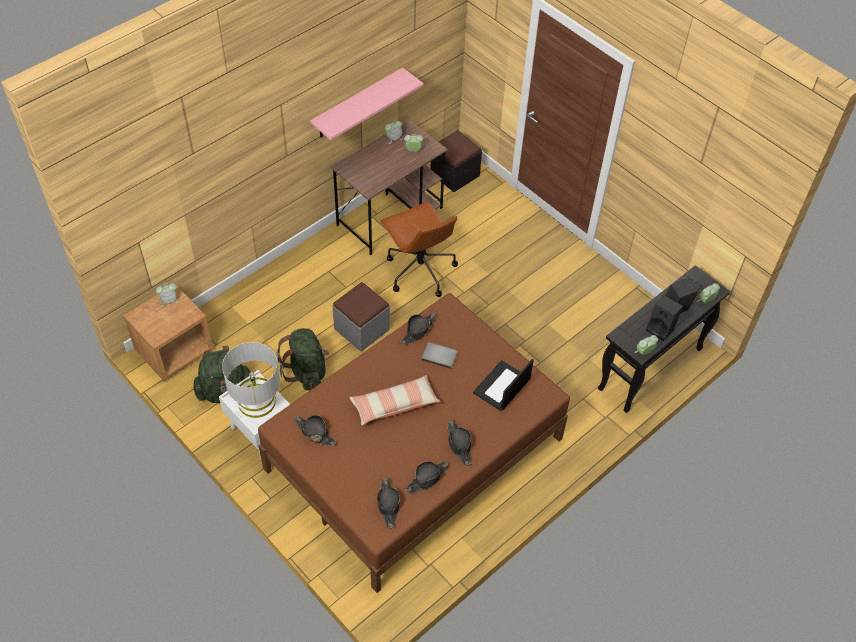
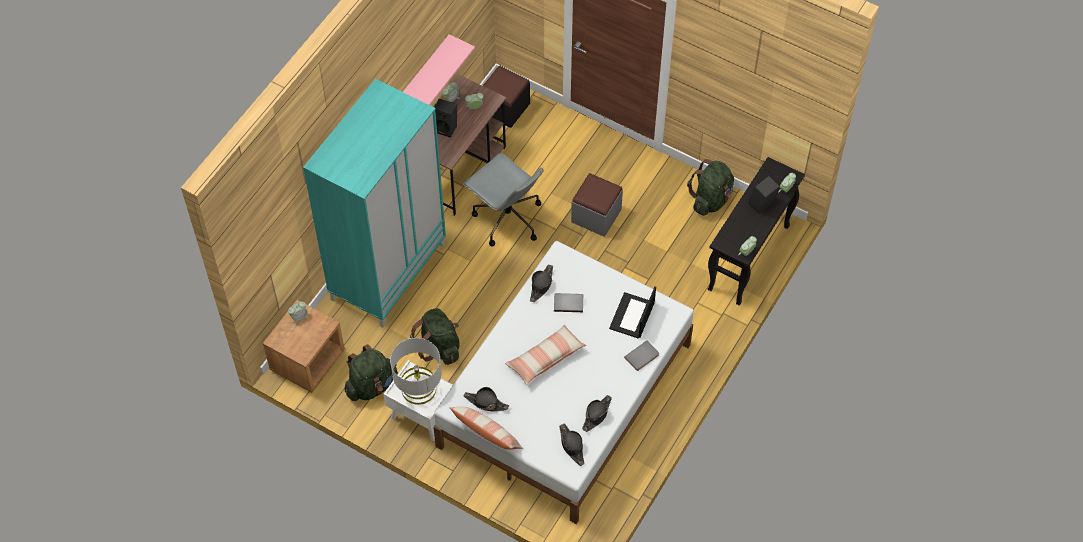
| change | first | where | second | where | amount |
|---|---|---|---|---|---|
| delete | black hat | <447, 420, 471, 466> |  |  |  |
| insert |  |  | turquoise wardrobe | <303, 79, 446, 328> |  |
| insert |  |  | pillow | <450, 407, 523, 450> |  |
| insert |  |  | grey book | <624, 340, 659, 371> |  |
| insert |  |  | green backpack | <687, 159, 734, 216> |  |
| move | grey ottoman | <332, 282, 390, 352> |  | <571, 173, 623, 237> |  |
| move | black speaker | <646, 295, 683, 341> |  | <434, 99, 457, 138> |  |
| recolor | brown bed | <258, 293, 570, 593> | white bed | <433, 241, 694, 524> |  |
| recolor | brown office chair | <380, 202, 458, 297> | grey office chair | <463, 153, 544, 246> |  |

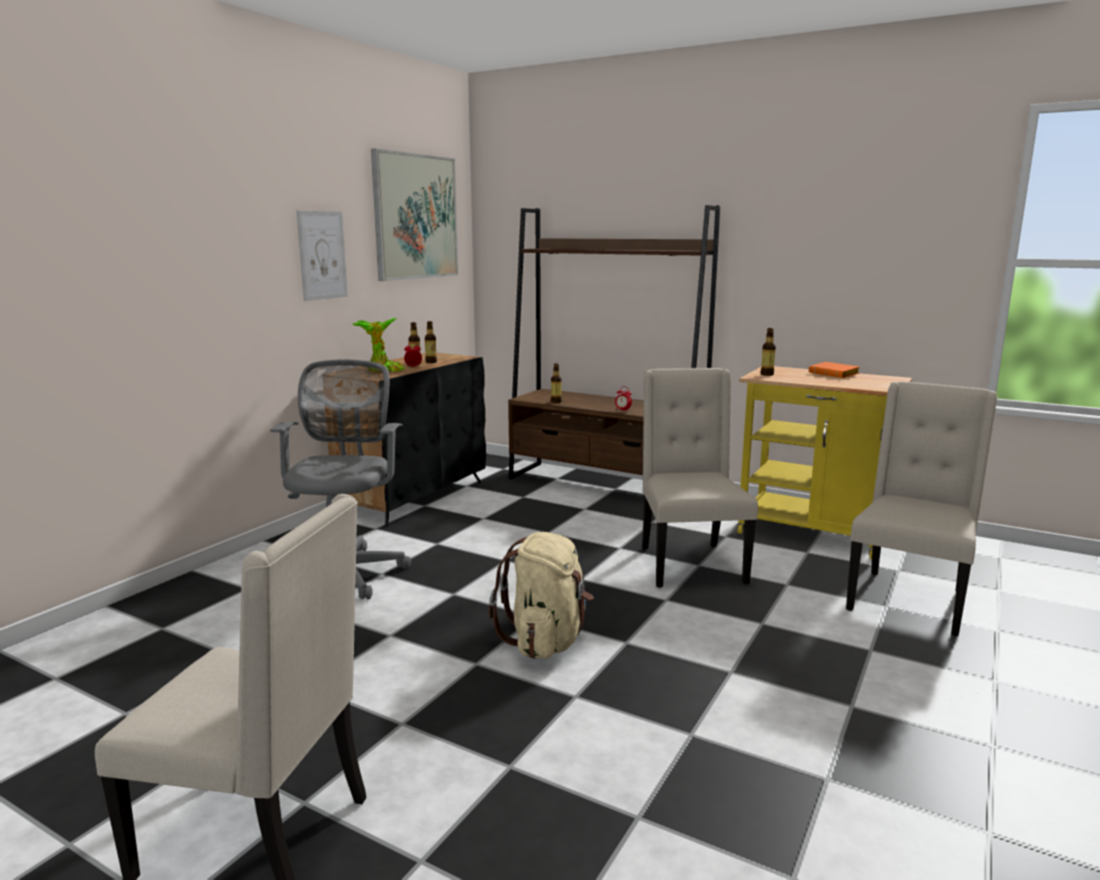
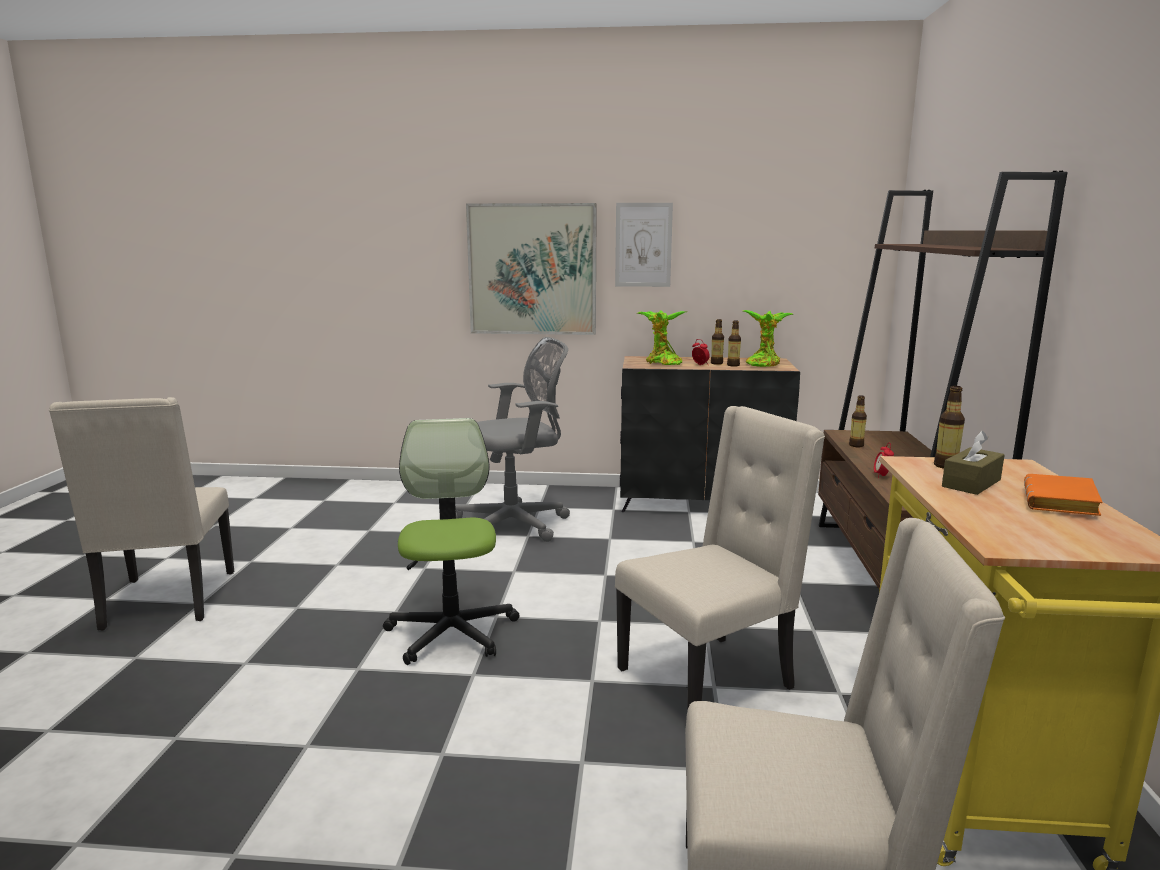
| change | first | where | second | where | amount |
|---|---|---|---|---|---|
| insert |  |  | potted plant | <743, 310, 794, 367> |  |
| insert |  |  | brown tissue box | <942, 431, 1005, 495> |  |
| move | picture | <371, 149, 458, 281> |  | <466, 203, 597, 335> |  |
| replace | beige backpack | <488, 532, 594, 659> | office chair | <383, 418, 519, 665> |  |

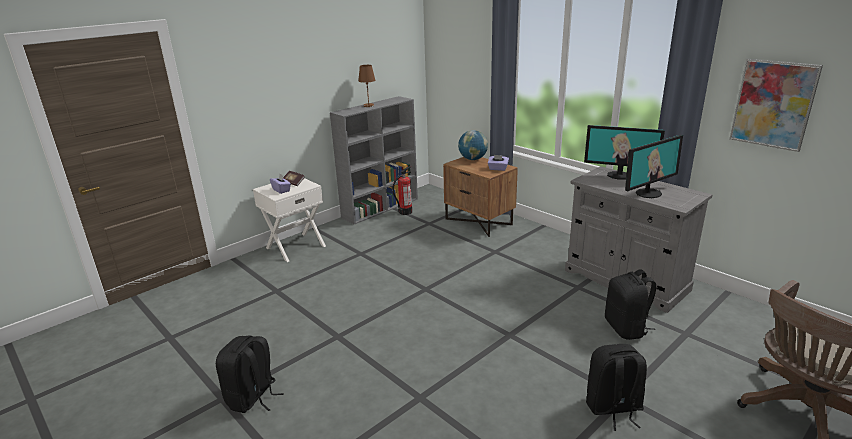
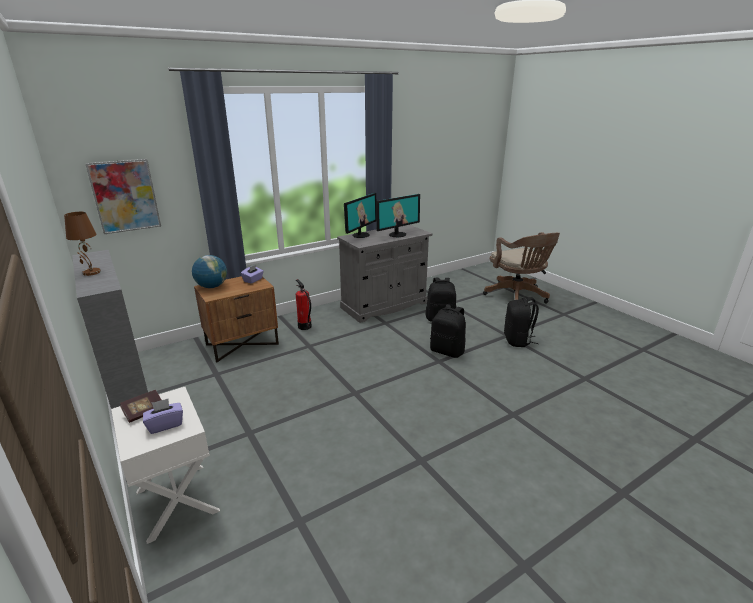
| change | first | where | second | where | amount |
|---|---|---|---|---|---|
| move | black backpack | <216, 335, 284, 413> |  | <430, 304, 466, 358> |  |
| move | fire extinguisher | <392, 166, 412, 215> |  | <296, 279, 312, 330> |  |
| move | picture | <730, 58, 823, 152> |  | <85, 159, 161, 234> |  |
| rotate | monitor | <625, 135, 683, 198> |  | <376, 194, 420, 237> | 75 degrees clockwise |

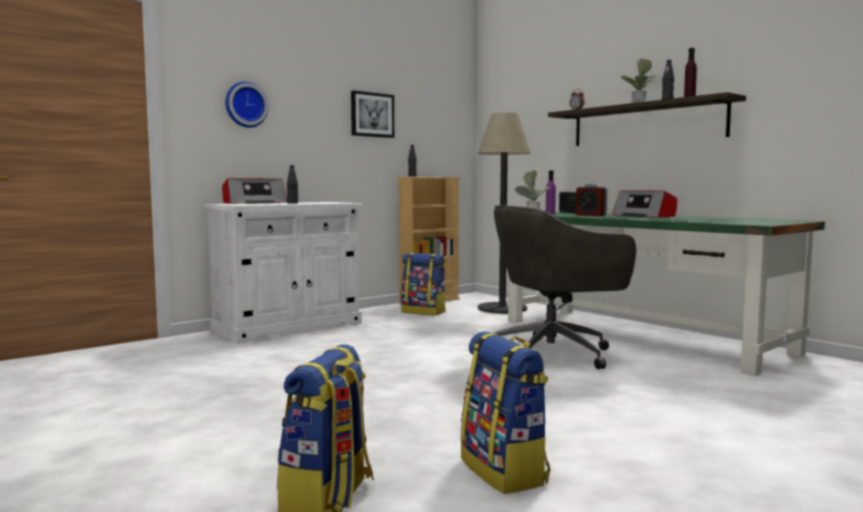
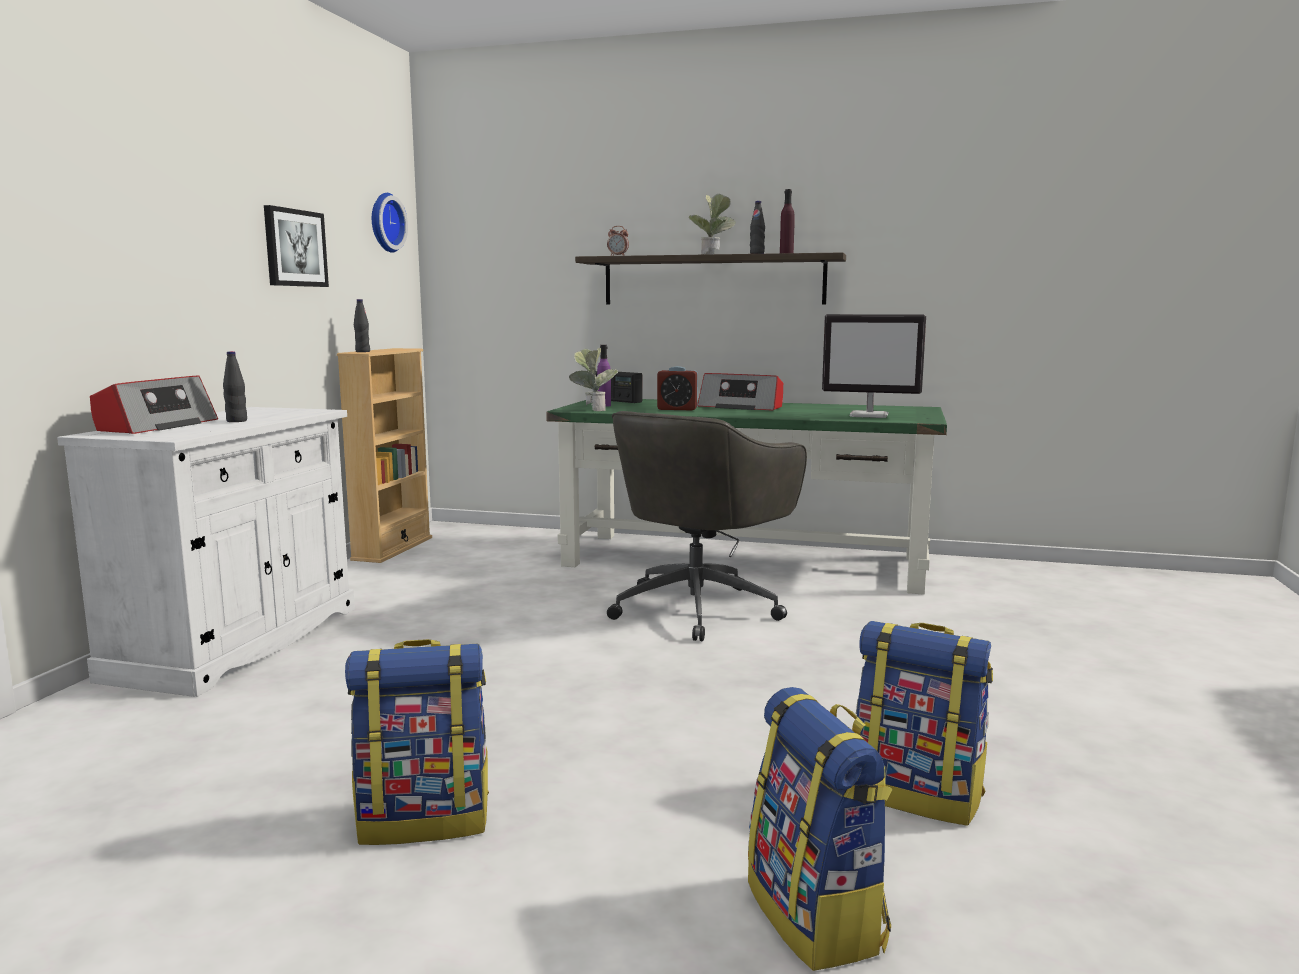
| change | first | where | second | where | amount |
|---|---|---|---|---|---|
| delete | floor lamp | <478, 112, 531, 314> |  |  |  |
| insert |  |  | monitor | <822, 314, 926, 418> |  |
| move | wall clock | <225, 82, 268, 128> |  | <372, 193, 408, 253> |  |
| move | backpack | <401, 253, 446, 316> |  | <345, 639, 489, 845> |  |

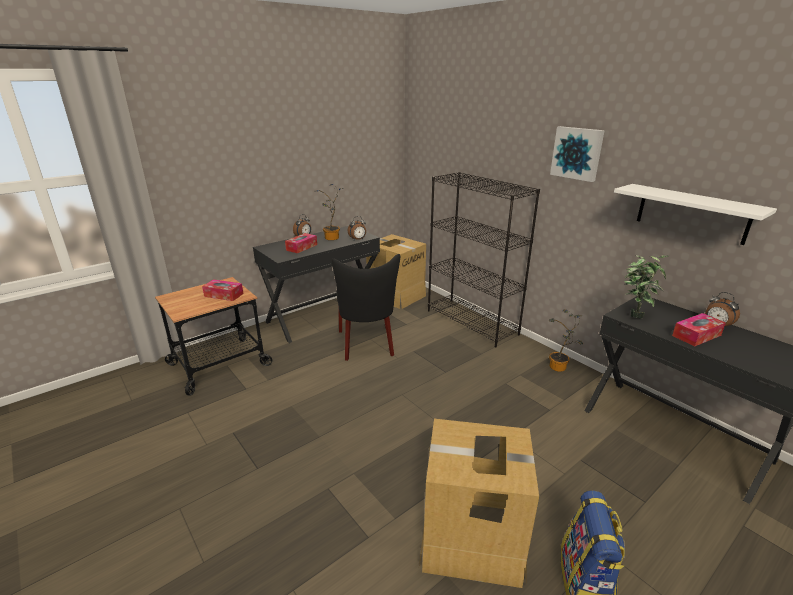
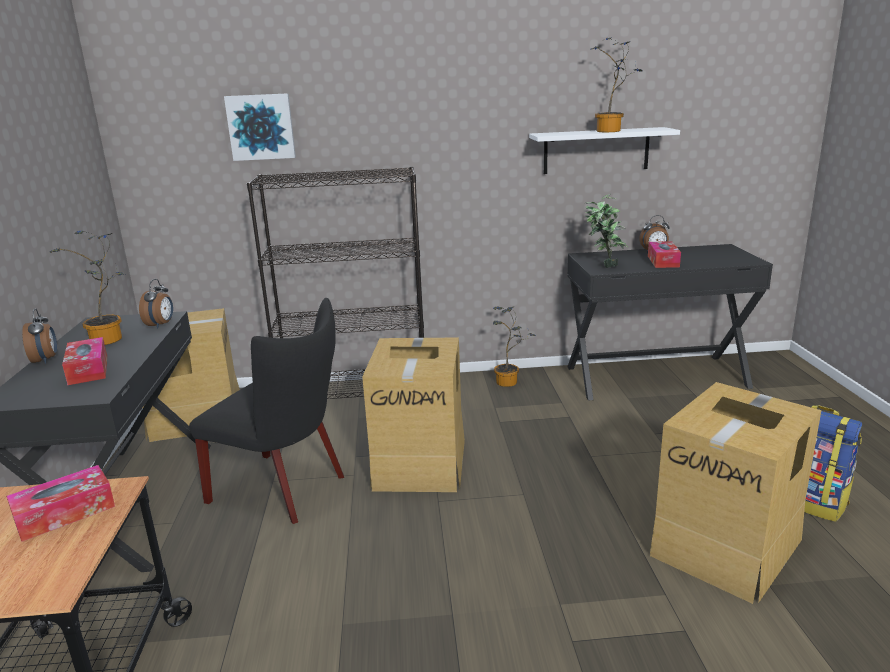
| change | first | where | second | where | amount |
|---|---|---|---|---|---|
| insert |  |  | cardboard box | <362, 338, 465, 492> |  |
| insert |  |  | potted plant | <591, 37, 643, 132> |  |
| move | picture | <550, 126, 605, 182> |  | <224, 93, 296, 161> |  |

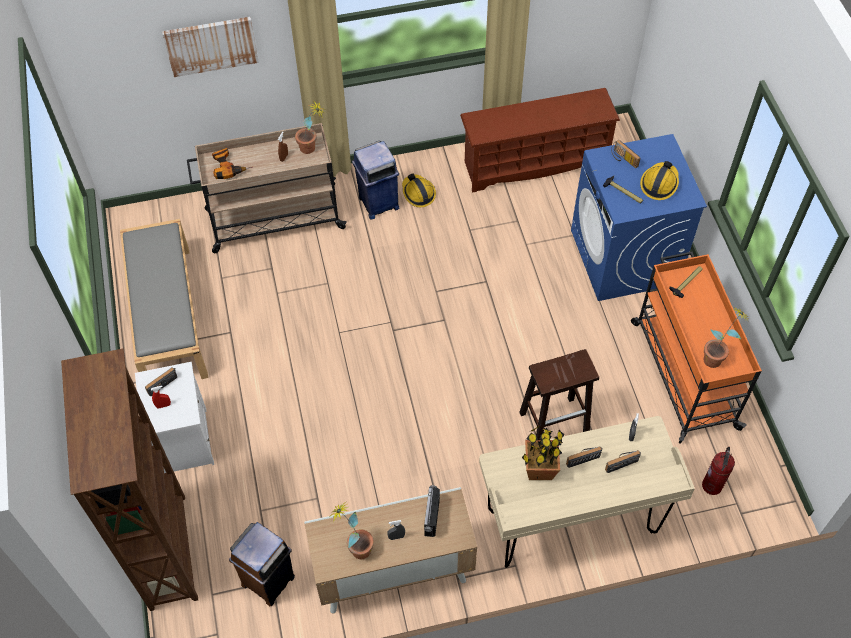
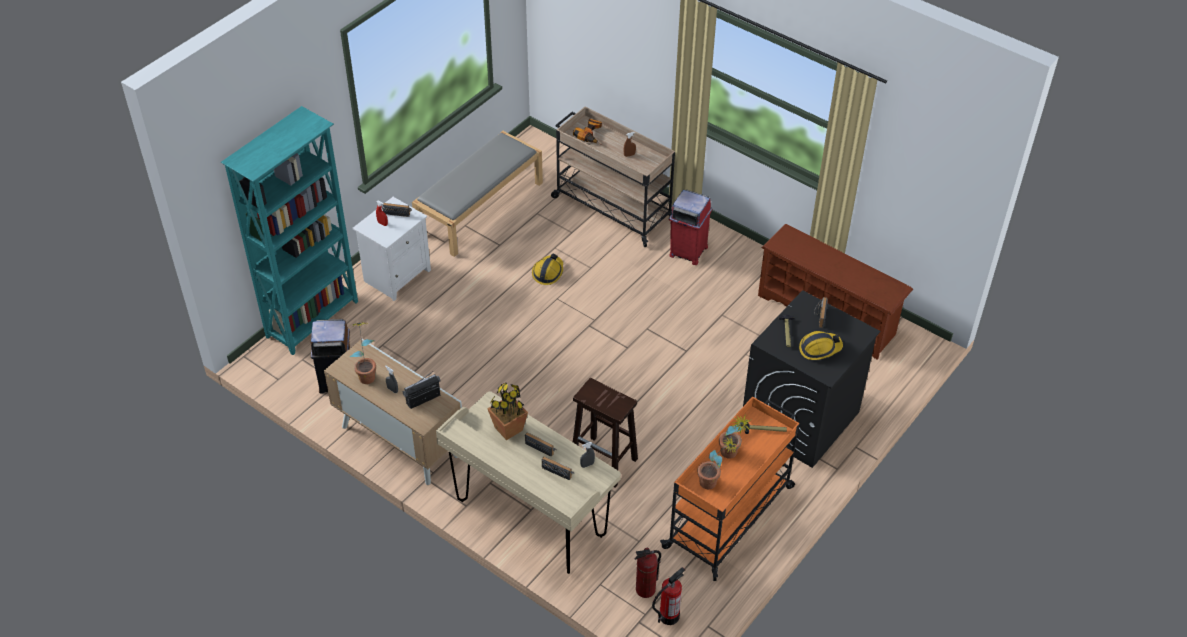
| change | first | where | second | where | amount |
|---|---|---|---|---|---|
| delete | picture | <162, 17, 259, 77> |  |  |  |
| insert |  |  | fire extinguisher | <652, 567, 685, 625> |  |
| move | potted plant | <295, 100, 325, 154> |  | <719, 414, 752, 459> |  |
| move | hard hat | <402, 174, 436, 207> |  | <532, 254, 563, 285> |  |
| recolor | brown bookcase | <61, 348, 198, 611> | turquoise bookcase | <221, 106, 358, 355> |  |
| recolor | blue trash can | <352, 141, 400, 219> | red trash can | <669, 190, 712, 265> |  |
| recolor | blue washing machine | <571, 134, 707, 301> | black washing machine | <743, 290, 880, 468> |  |

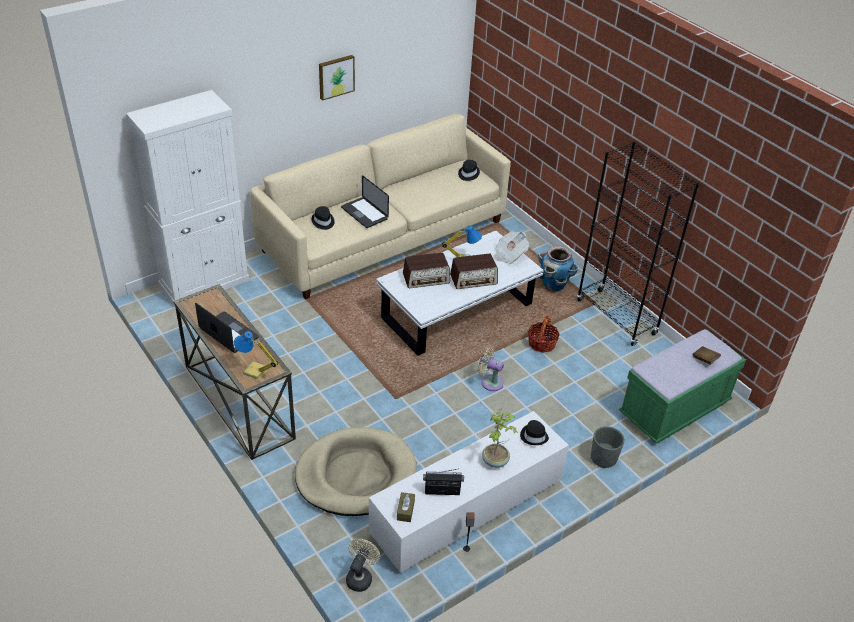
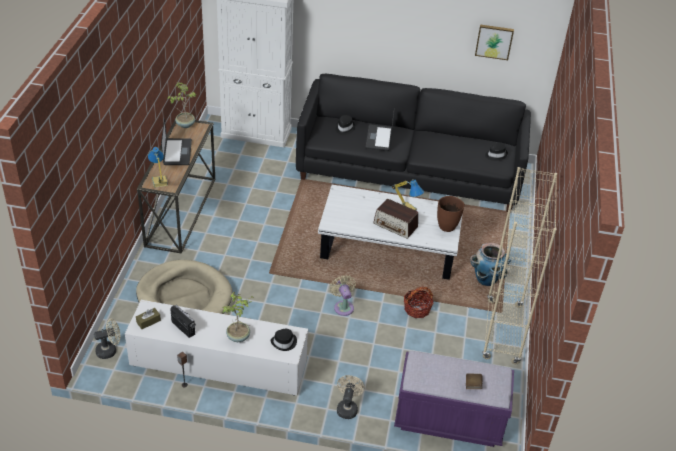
| change | first | where | second | where | amount |
|---|---|---|---|---|---|
| delete | radio | <403, 253, 450, 288> |  |  |  |
| insert |  |  | potted plant | <168, 82, 196, 128> |  |
| move | picture | <319, 55, 355, 101> |  | <475, 24, 514, 60> |  |
| replace | newspaper | <493, 231, 529, 264> | brown vase | <437, 196, 465, 232> |  |
| replace | grey planter | <591, 426, 624, 468> | beige fan | <337, 375, 365, 419> |  |
| recolor | beige sofa | <250, 114, 511, 300> | black sofa | <296, 74, 531, 212> |  |
| recolor | black bookcase | <577, 142, 699, 346> | beige bookcase | <482, 167, 557, 364> |  |
| recolor | green bench | <619, 329, 746, 444> | purple bench | <394, 351, 514, 447> |  |

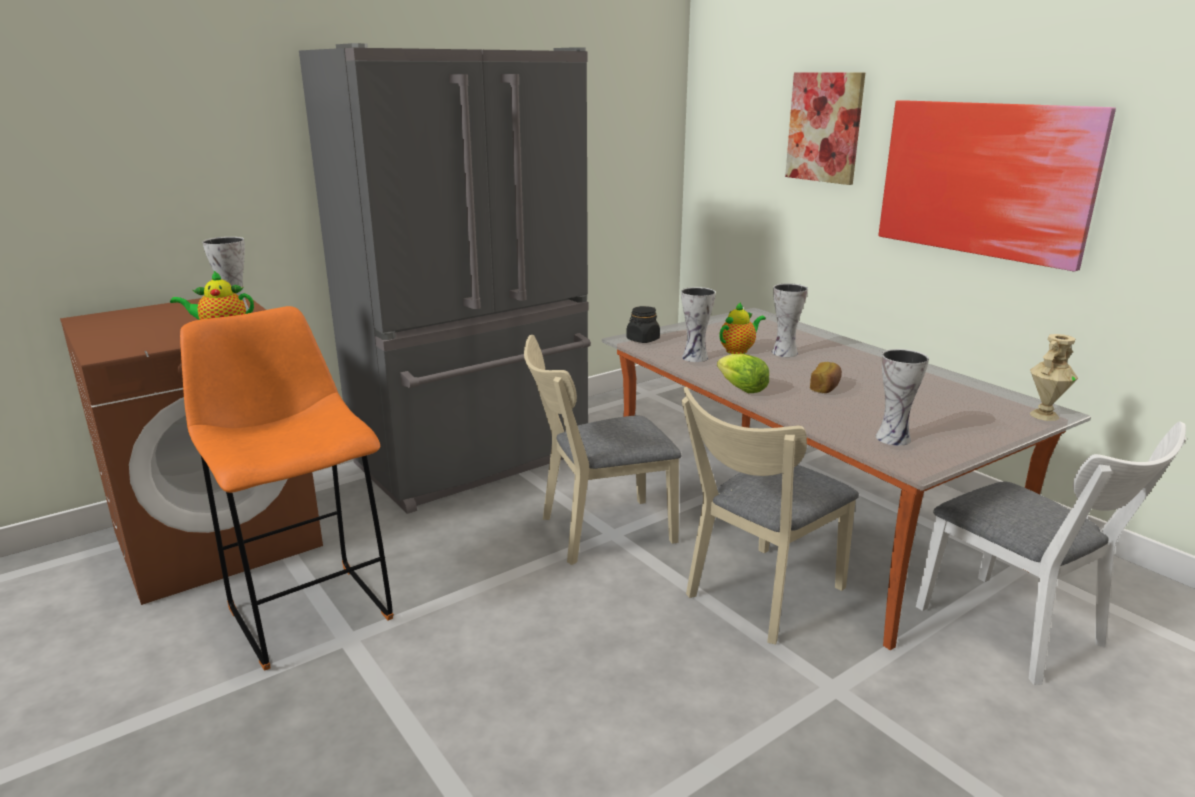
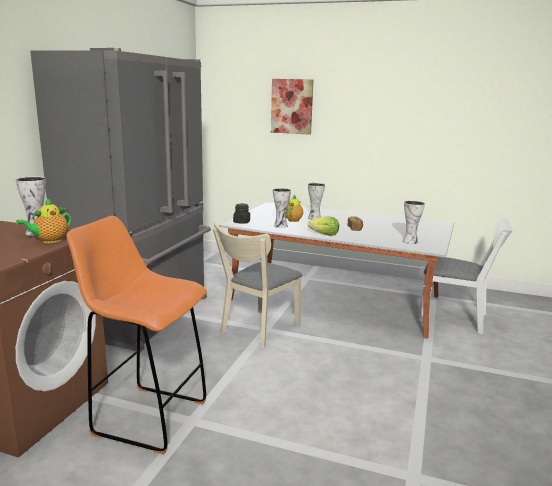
| change | first | where | second | where | amount |
|---|---|---|---|---|---|
| delete | beige chair | <681, 387, 859, 645> |  |  |  |
| delete | picture | <879, 100, 1116, 271> |  |  |  |
| delete | beige vase | <1030, 334, 1078, 421> |  |  |  |

